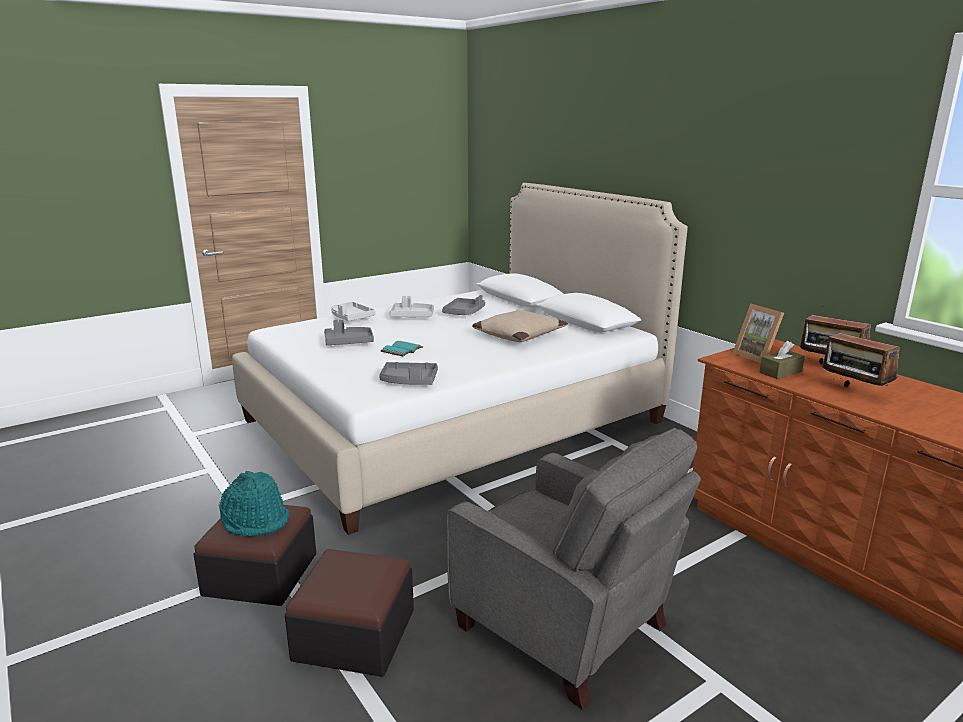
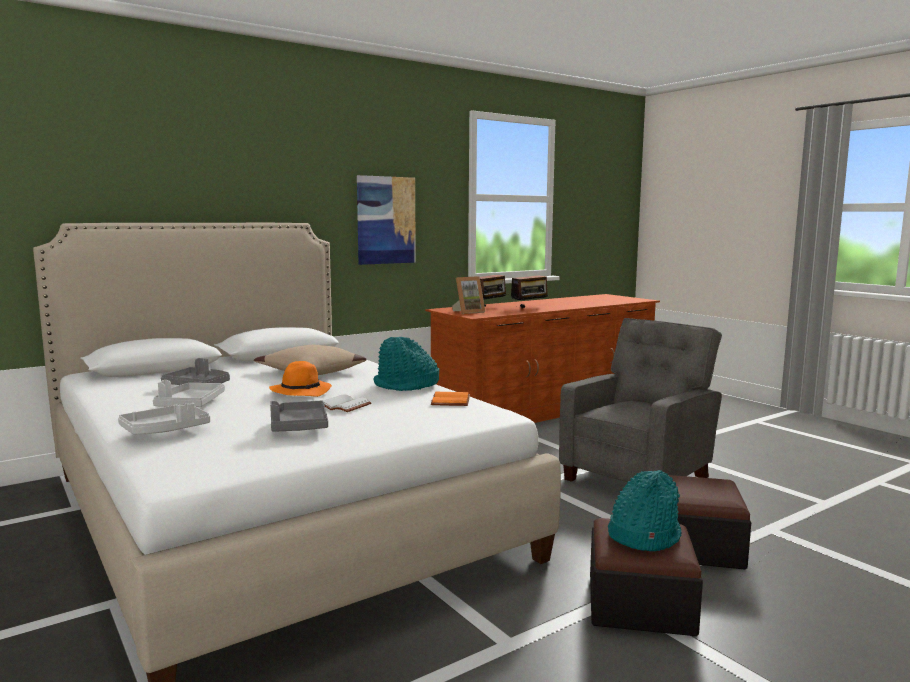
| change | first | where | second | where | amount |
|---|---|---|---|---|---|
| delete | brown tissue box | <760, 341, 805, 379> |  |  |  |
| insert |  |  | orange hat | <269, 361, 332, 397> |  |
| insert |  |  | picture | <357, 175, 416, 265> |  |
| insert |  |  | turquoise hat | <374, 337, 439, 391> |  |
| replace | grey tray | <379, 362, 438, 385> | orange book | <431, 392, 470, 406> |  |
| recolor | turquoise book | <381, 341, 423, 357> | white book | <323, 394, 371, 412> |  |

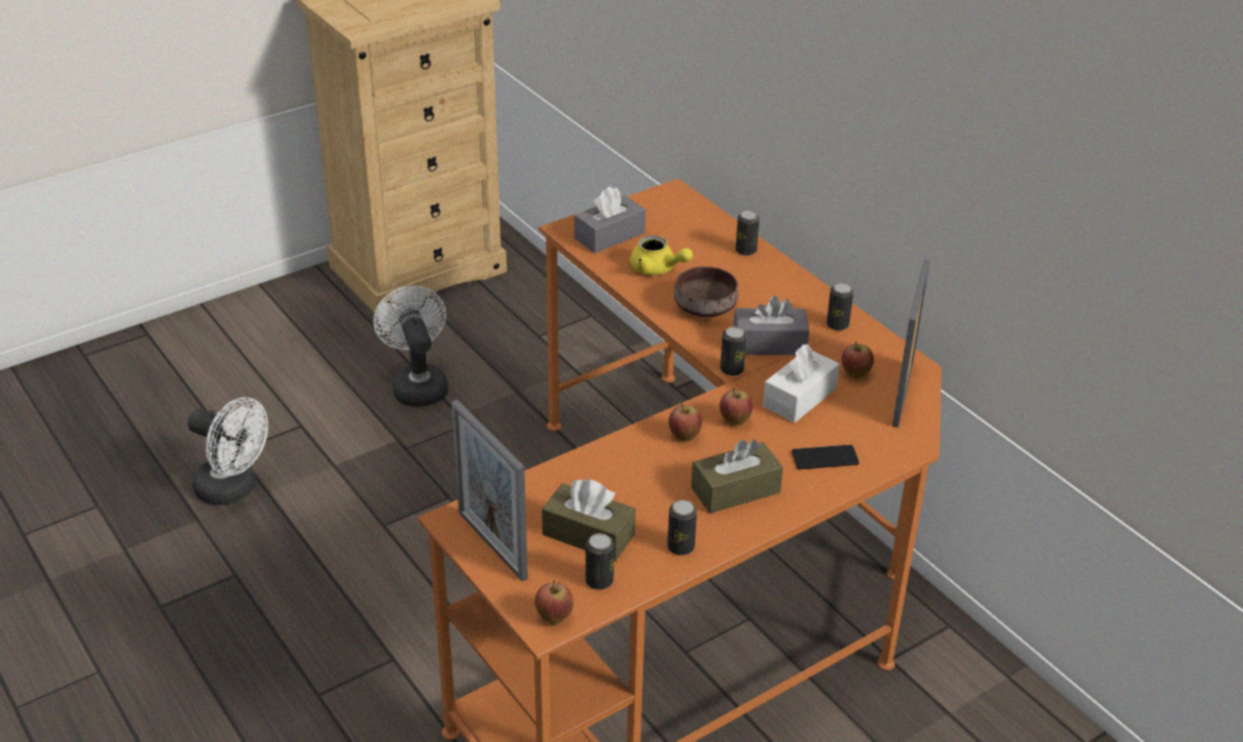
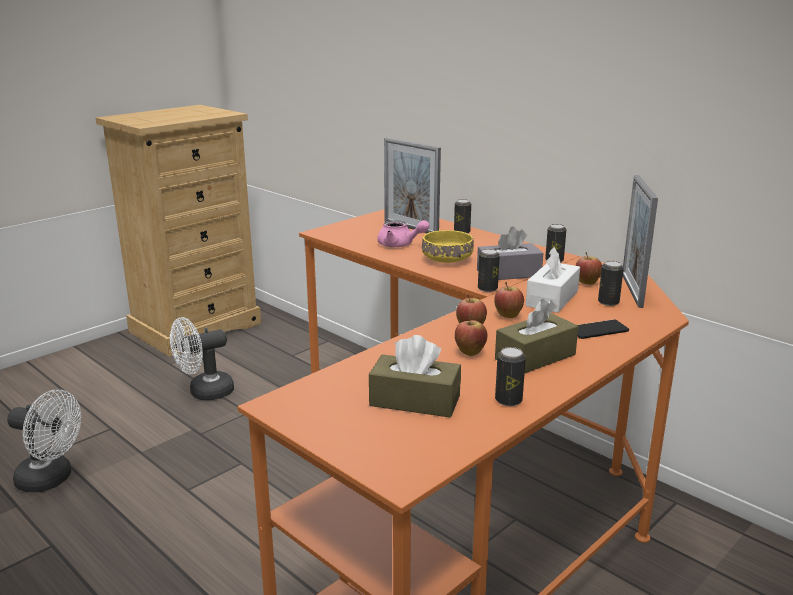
| change | first | where | second | where | amount |
|---|---|---|---|---|---|
| delete | grey tissue box | <574, 186, 646, 253> |  |  |  |
| move | picture frame | <451, 400, 528, 582> |  | <384, 138, 441, 233> |  |
| move | apple | <535, 580, 574, 625> |  | <455, 315, 487, 356> |  |
| move | can | <585, 533, 614, 590> |  | <598, 261, 624, 306> |  |
| recolor | yellow teapot | <630, 235, 693, 275> | pink teapot | <377, 220, 429, 247> |  |
| recolor | brown bowl | <674, 267, 739, 317> | yellow bowl | <422, 230, 474, 263> |  |
| rotate | white fan | <373, 286, 448, 407> |  | <170, 317, 234, 400> | 90 degrees counterclockwise |

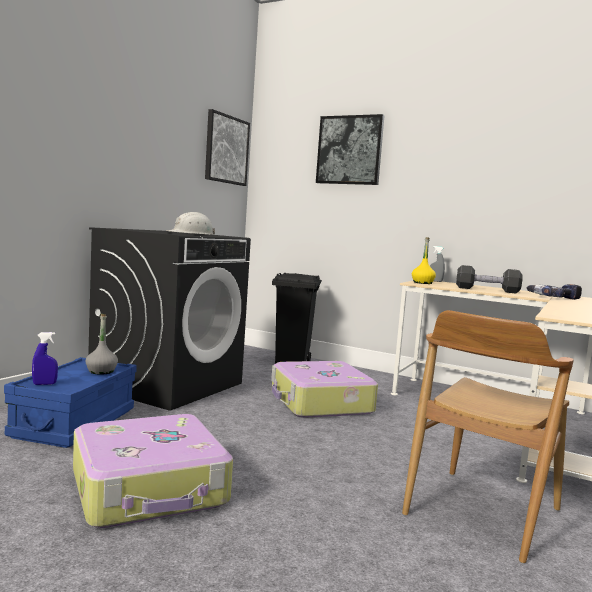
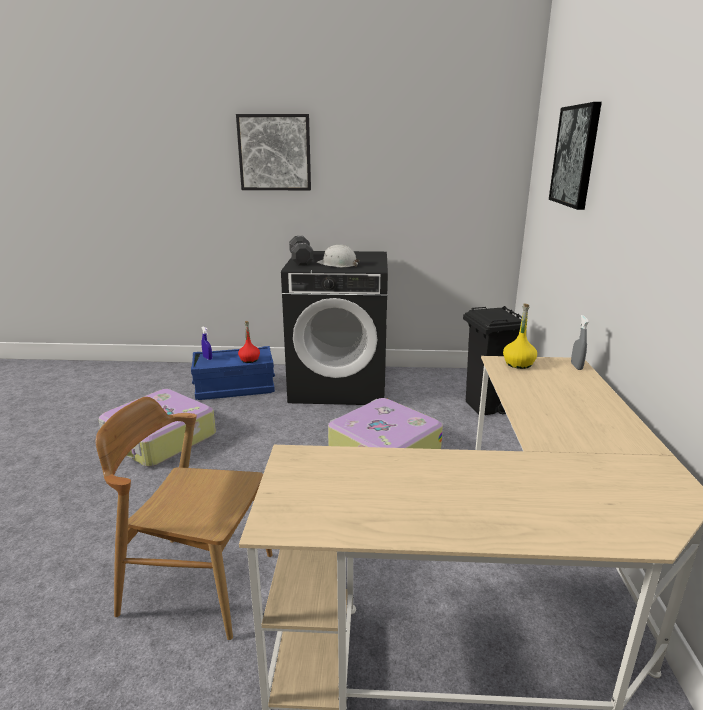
| change | first | where | second | where | amount |
|---|---|---|---|---|---|
| delete | power drill | <527, 284, 582, 300> |  |  |  |
| move | picture | <205, 109, 250, 186> |  | <236, 114, 311, 190> |  |
| move | black dumbbell | <456, 265, 523, 294> |  | <289, 236, 313, 266> |  |
| recolor | grey bottle | <85, 314, 118, 375> | red bottle | <238, 321, 260, 363> |  |

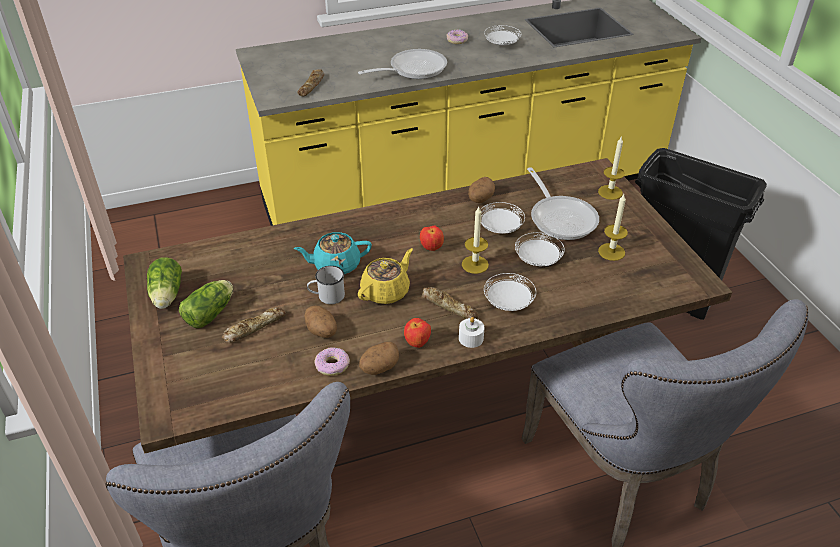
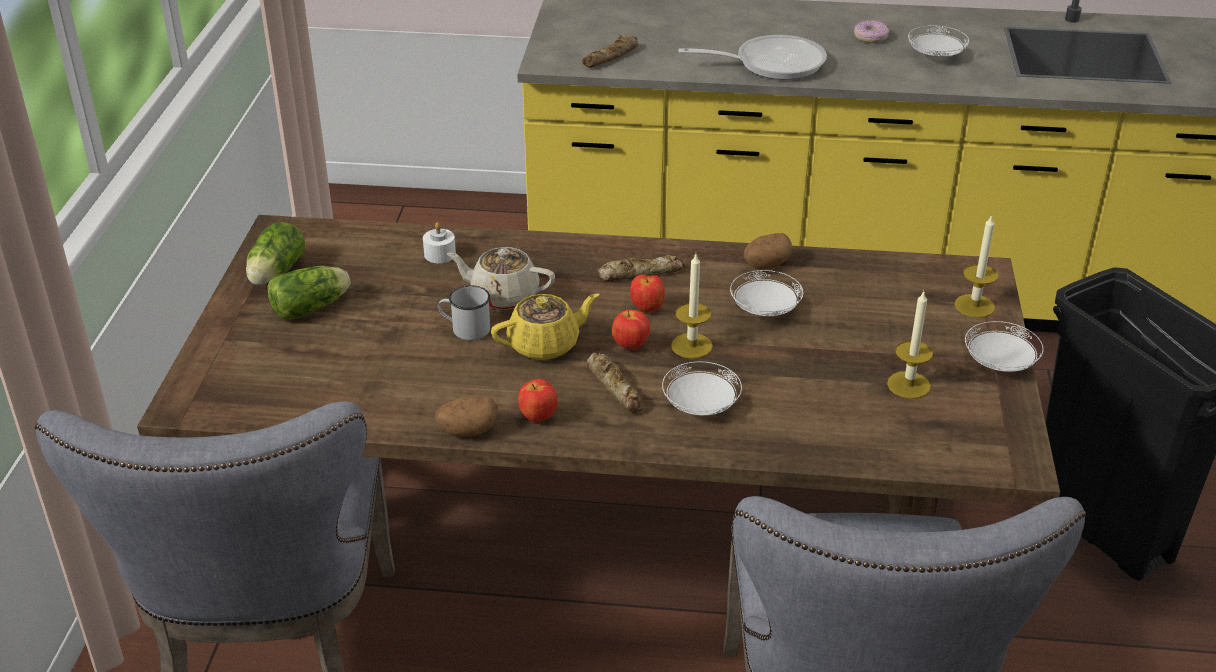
| change | first | where | second | where | amount |
|---|---|---|---|---|---|
| delete | potato | <304, 306, 337, 338> |  |  |  |
| delete | donut | <315, 347, 350, 376> |  |  |  |
| delete | frying pan | <527, 167, 599, 240> |  |  |  |
| insert |  |  | apple | <612, 310, 650, 350> |  |
| move | bread | <222, 307, 286, 343> |  | <597, 255, 685, 281> |  |
| move | white candle | <459, 317, 484, 348> |  | <423, 222, 456, 263> |  |
| move | white plate | <515, 232, 565, 266> |  | <965, 321, 1044, 372> |  |
| recolor | turquoise teapot | <294, 232, 372, 275> | beige teapot | <447, 247, 555, 310> |  |

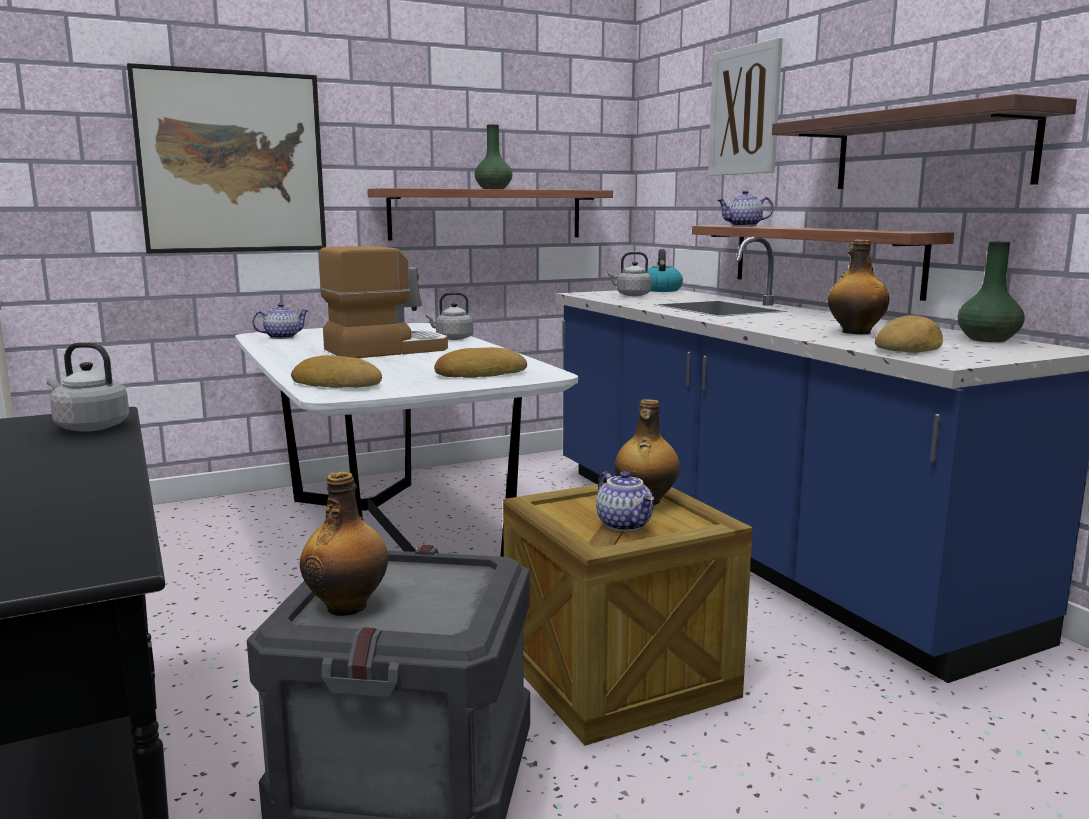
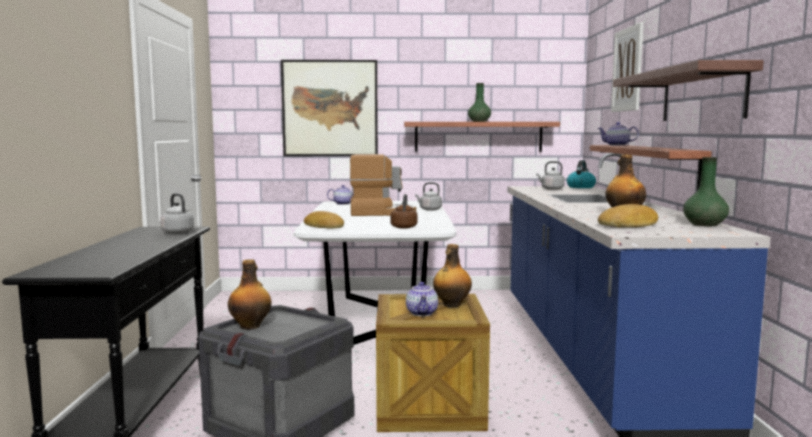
| change | first | where | second | where | amount |
|---|---|---|---|---|---|
| replace | bread | <434, 347, 527, 378> | brown kettle | <390, 194, 417, 229> |  |

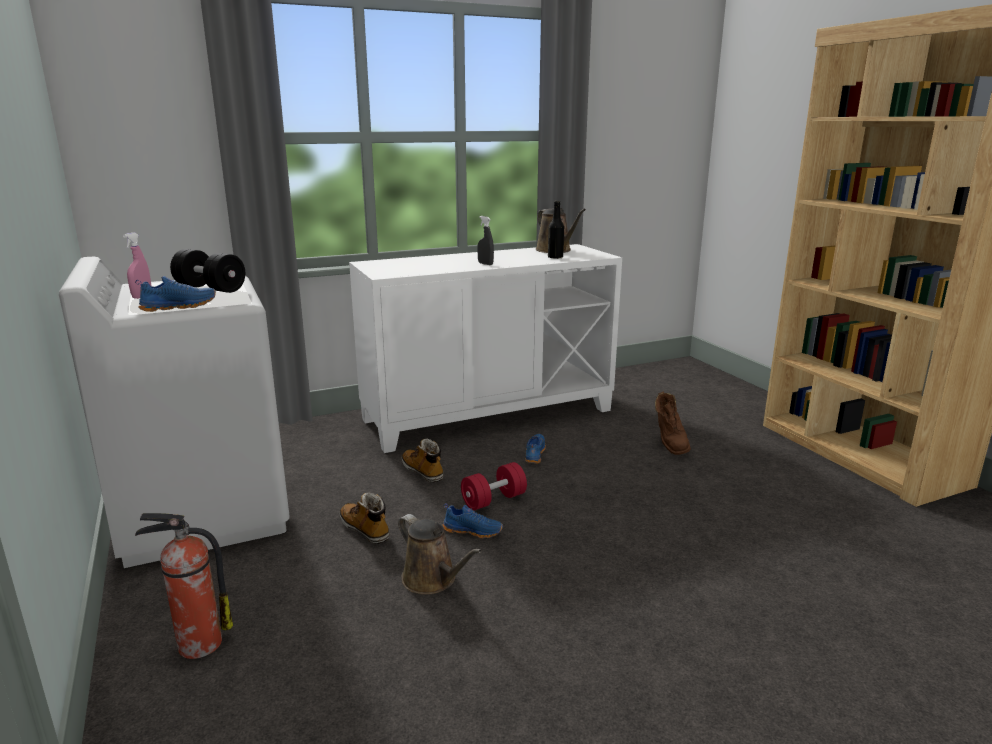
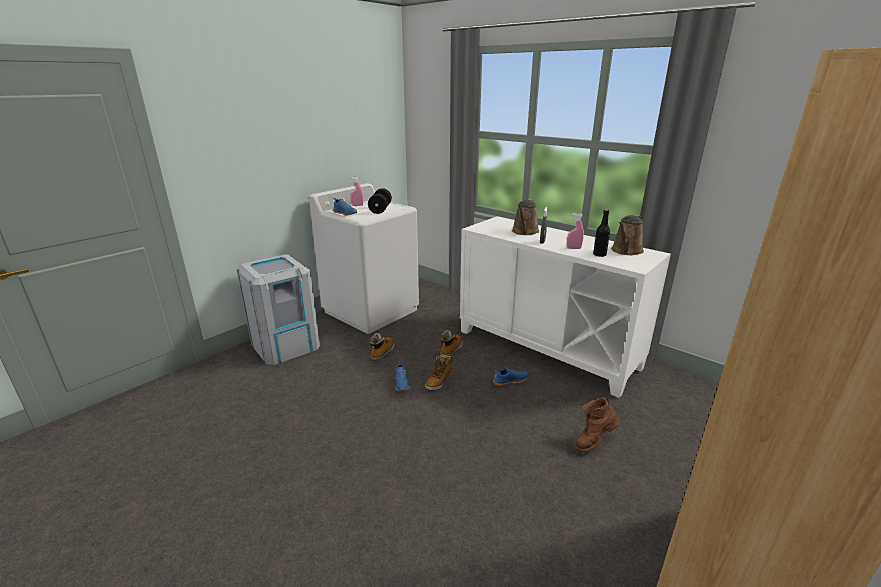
| change | first | where | second | where | amount |
|---|---|---|---|---|---|
| insert |  |  | pink spray bottle | <567, 213, 584, 249> |  |
| move | brown watering can | <398, 514, 482, 595> |  | <512, 200, 539, 235> |  |
| replace | fire extinguisher | <135, 513, 233, 659> | grey trash can | <237, 254, 320, 365> |  |
| replace | red dumbbell | <461, 462, 527, 510> | boot | <425, 355, 452, 390> |  |

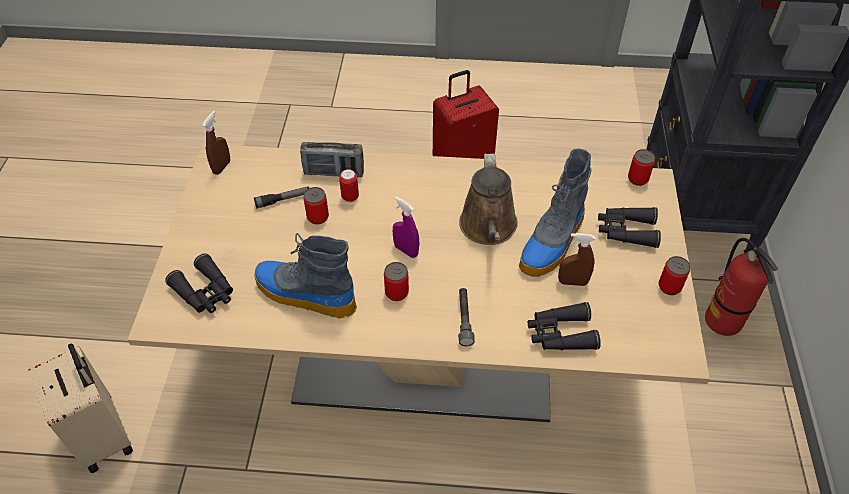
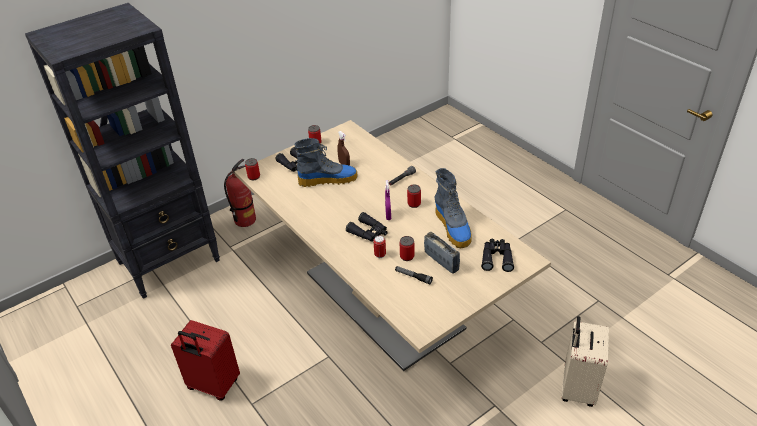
| change | first | where | second | where | amount |
|---|---|---|---|---|---|
| delete | brown spray bottle | <202, 111, 230, 175> |  |  |  |
| delete | brown watering can | <459, 153, 518, 245> |  |  |  |
| move | radio | <300, 142, 364, 177> |  | <424, 232, 460, 274> |  |
| move | black binoculars | <528, 302, 601, 350> |  | <346, 212, 388, 242> |  |

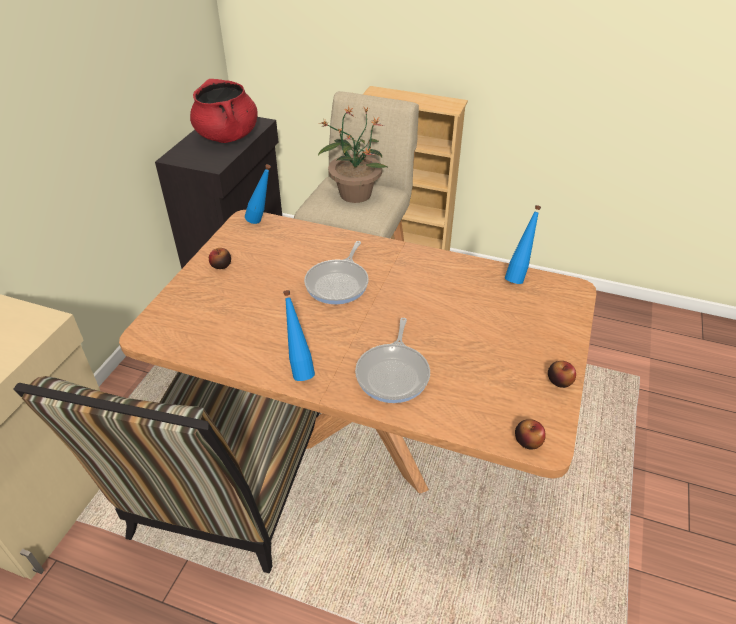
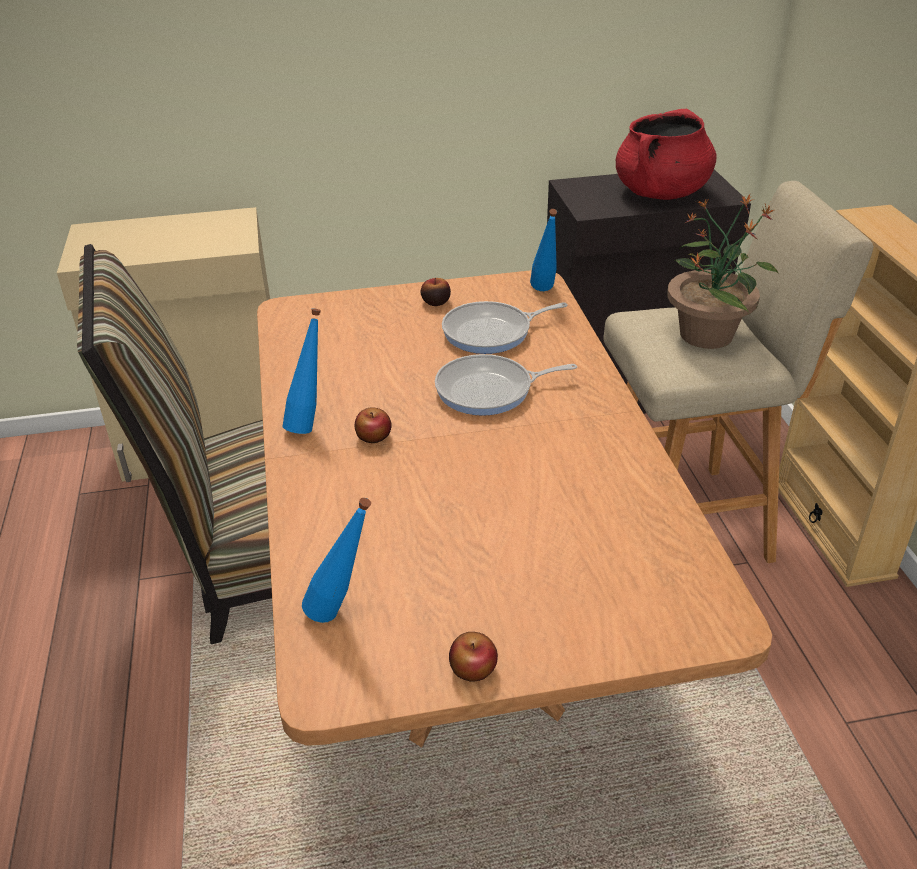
| change | first | where | second | where | amount |
|---|---|---|---|---|---|
| move | frying pan | <355, 318, 430, 403> |  | <442, 301, 568, 354> |  |
| move | blue bottle | <505, 205, 541, 284> |  | <302, 498, 371, 623> |  |
| move | apple | <515, 419, 546, 450> |  | <355, 407, 392, 443> |  |

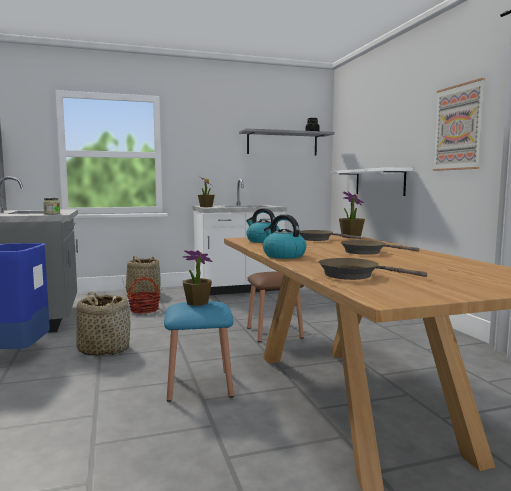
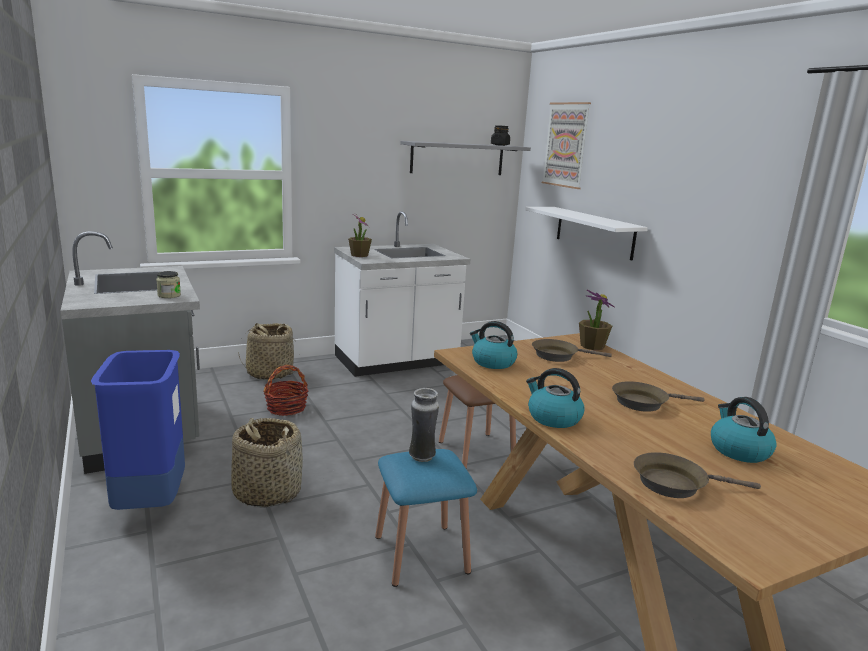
| change | first | where | second | where | amount |
|---|---|---|---|---|---|
| insert |  |  | kettle | <711, 397, 777, 463> |  |
| move | picture | <433, 78, 485, 171> |  | <542, 102, 591, 189> |  |
| replace | potted plant | <183, 250, 212, 306> | vase | <409, 388, 439, 462> |  |

